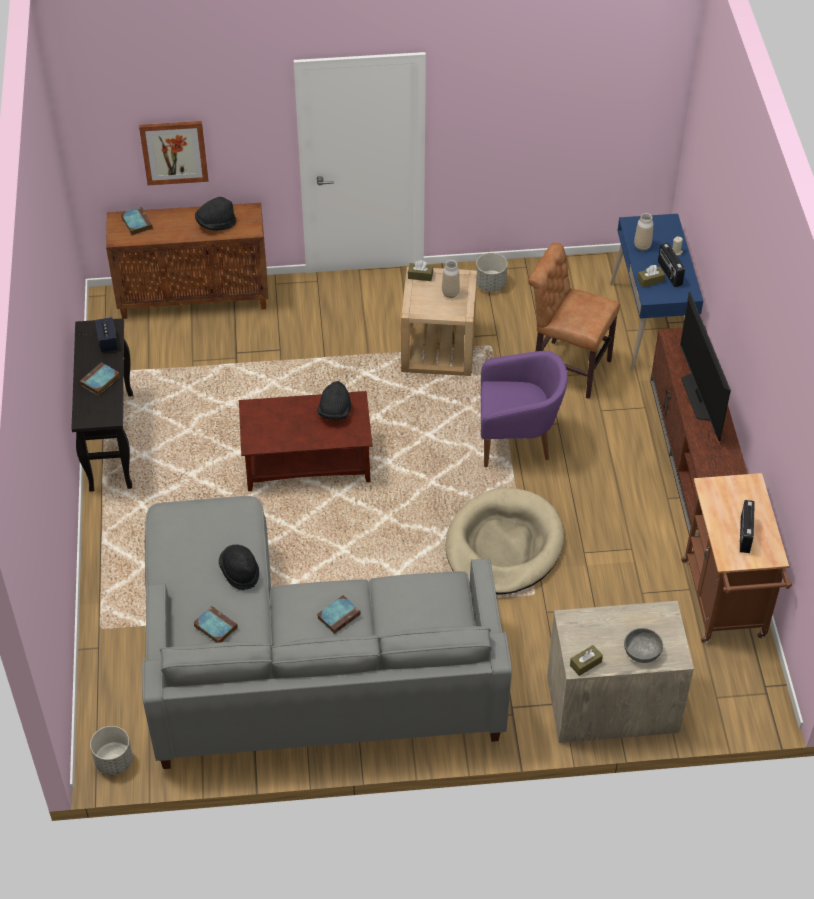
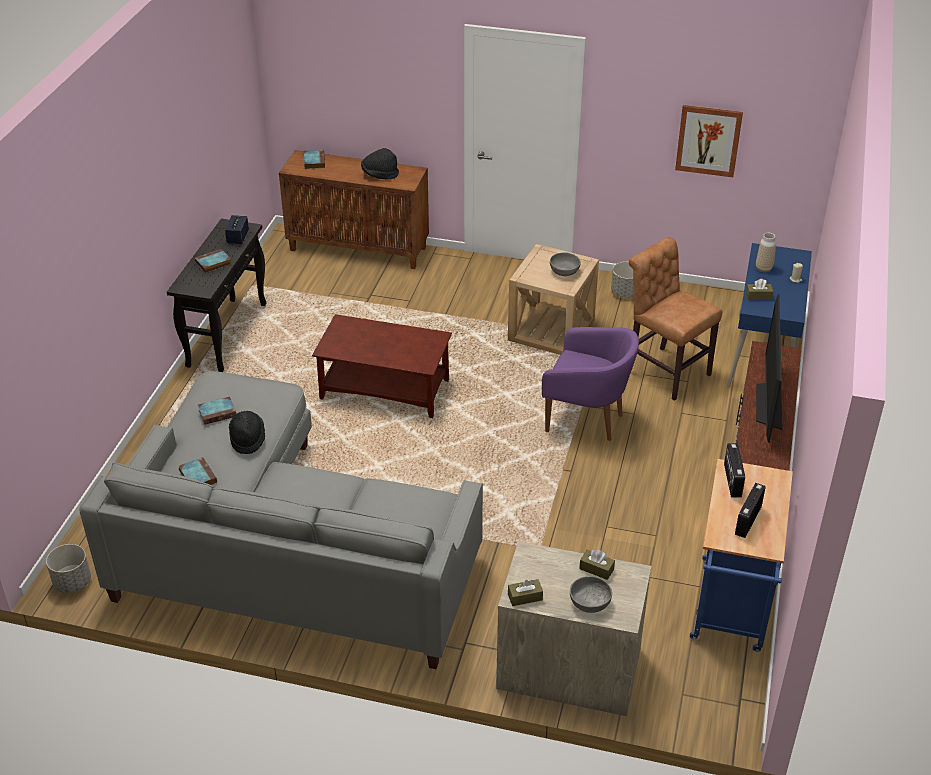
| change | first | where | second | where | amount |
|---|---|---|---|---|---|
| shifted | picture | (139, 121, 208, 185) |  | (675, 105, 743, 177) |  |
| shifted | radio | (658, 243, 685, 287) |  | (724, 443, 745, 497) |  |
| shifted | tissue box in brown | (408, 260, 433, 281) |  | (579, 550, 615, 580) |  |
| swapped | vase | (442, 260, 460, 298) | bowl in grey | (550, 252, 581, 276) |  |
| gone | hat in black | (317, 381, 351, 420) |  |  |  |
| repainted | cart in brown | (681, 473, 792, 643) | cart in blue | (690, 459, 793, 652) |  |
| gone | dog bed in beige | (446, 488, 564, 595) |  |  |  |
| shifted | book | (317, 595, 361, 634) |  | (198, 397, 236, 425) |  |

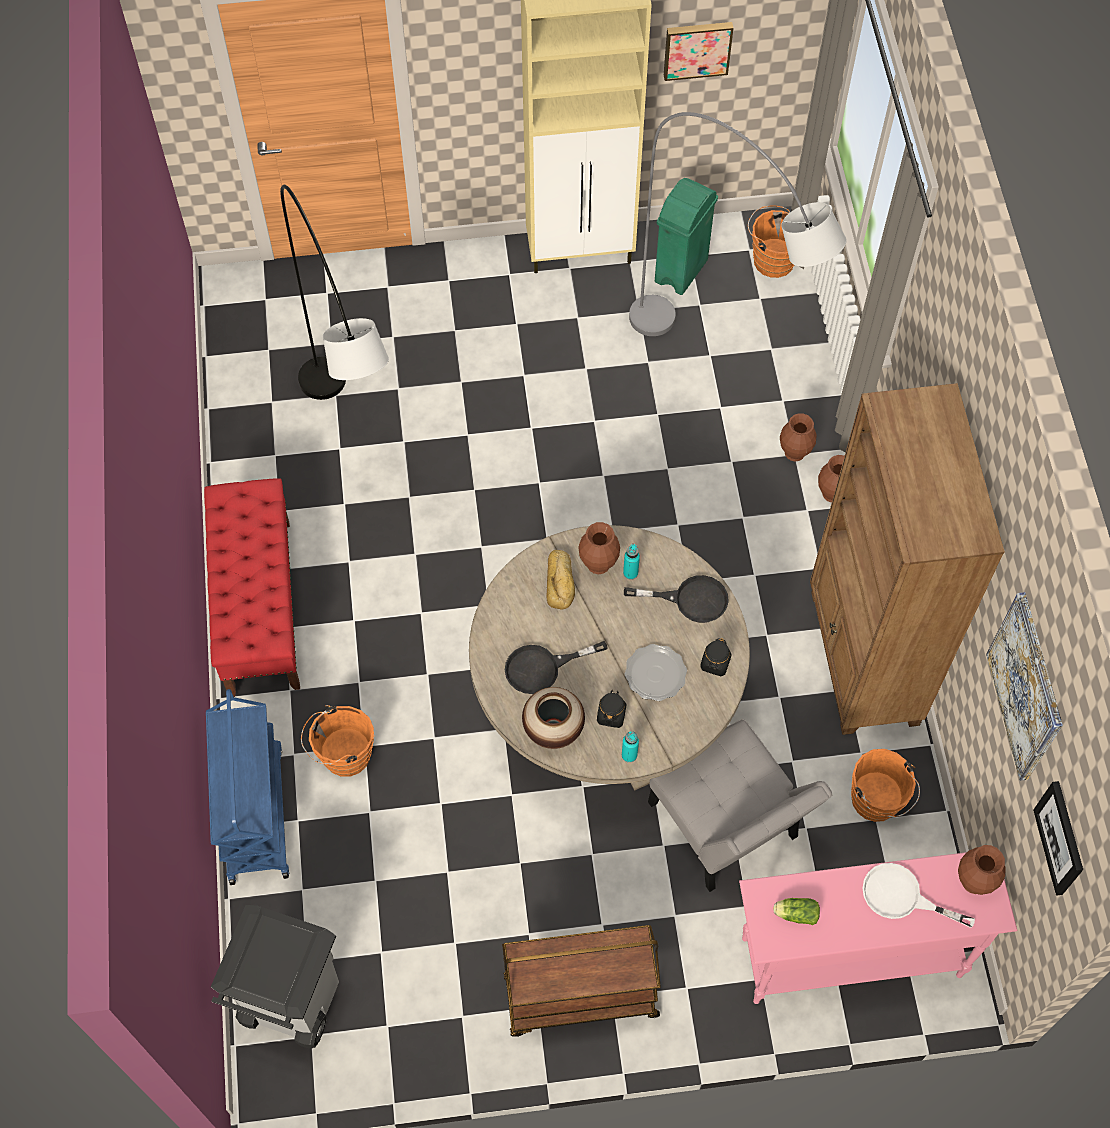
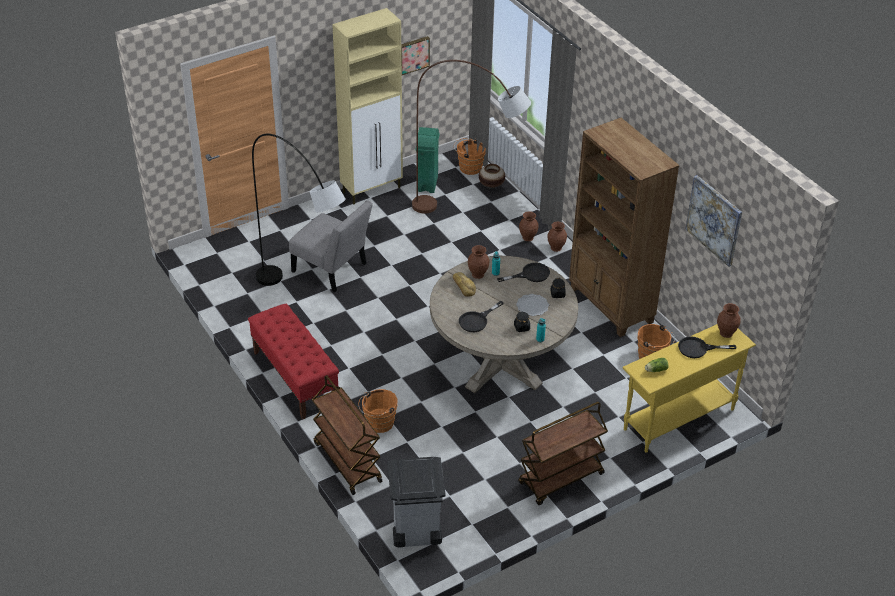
| change | first | where | second | where | amount |
|---|---|---|---|---|---|
| repainted | floor lamp in grey | (629, 112, 846, 336) | floor lamp in brown | (412, 60, 531, 213) |  |
| shifted | vase | (522, 687, 585, 749) |  | (479, 164, 505, 189) |  |
| repainted | cart in blue | (206, 689, 289, 885) | cart in brown | (312, 375, 382, 495) |  |
| shifted | chair in grey | (648, 719, 833, 892) |  | (289, 200, 373, 292) |  |
| gone | picture | (1033, 781, 1083, 896) |  |  |  |
| repainted | console table in pink | (739, 852, 1017, 1004) | console table in yellow | (622, 324, 756, 453) |  |
| repainted | frying pan in white | (862, 863, 975, 928) | frying pan in black | (678, 336, 736, 358) |  |

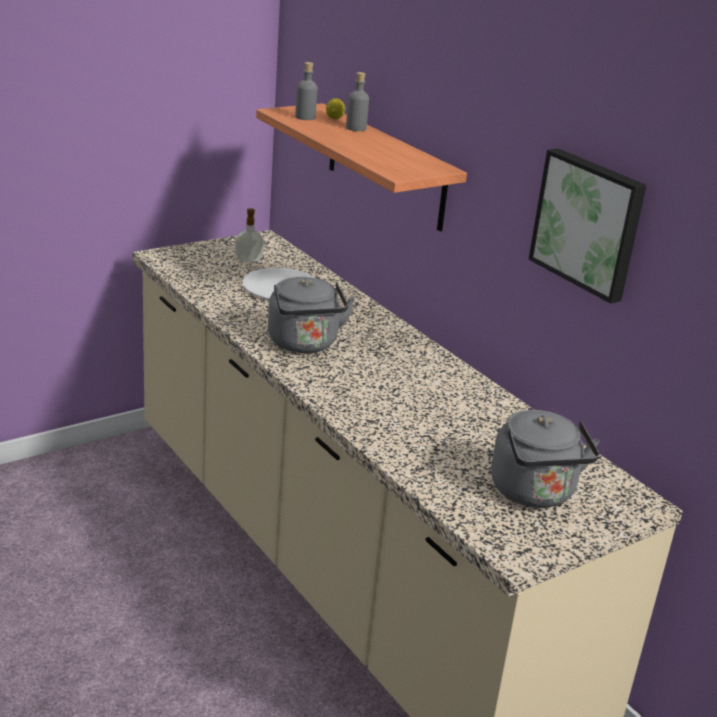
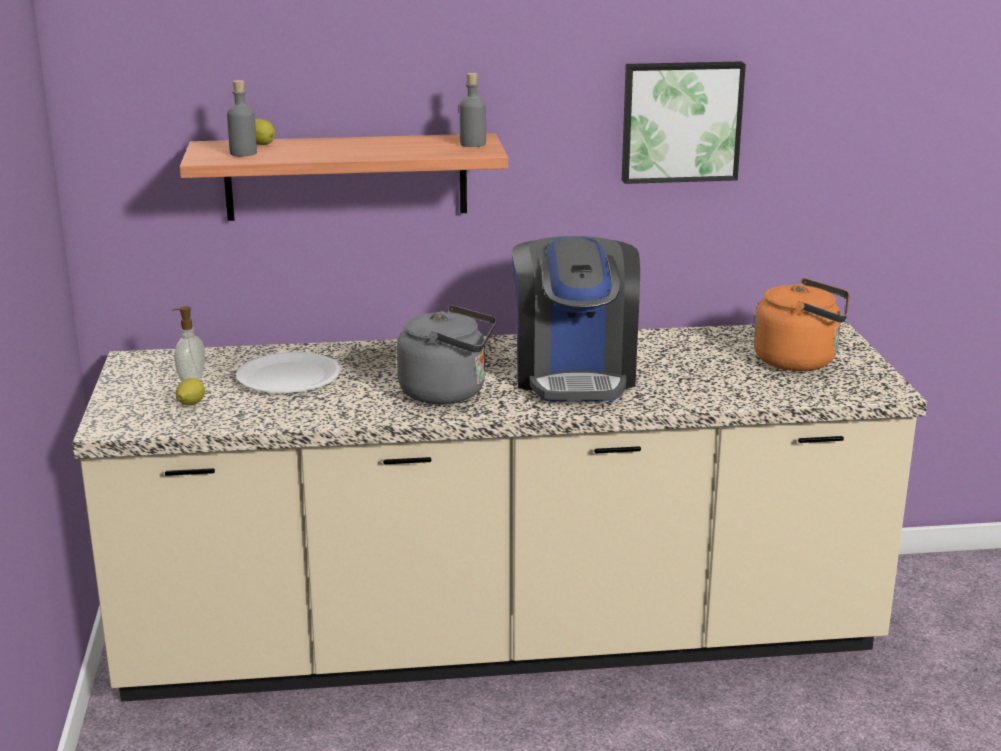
| change | first | where | second | where | amount |
|---|---|---|---|---|---|
| shifted | bottle in grey | (346, 72, 369, 131) |  | (459, 73, 486, 147) |  |
| repainted | kettle in grey | (491, 410, 600, 508) | kettle in orange | (754, 278, 850, 371) |  |
| new |  |  | coffee machine | (512, 236, 640, 402) |  |
| new |  |  | lemon | (176, 378, 205, 405) |  |

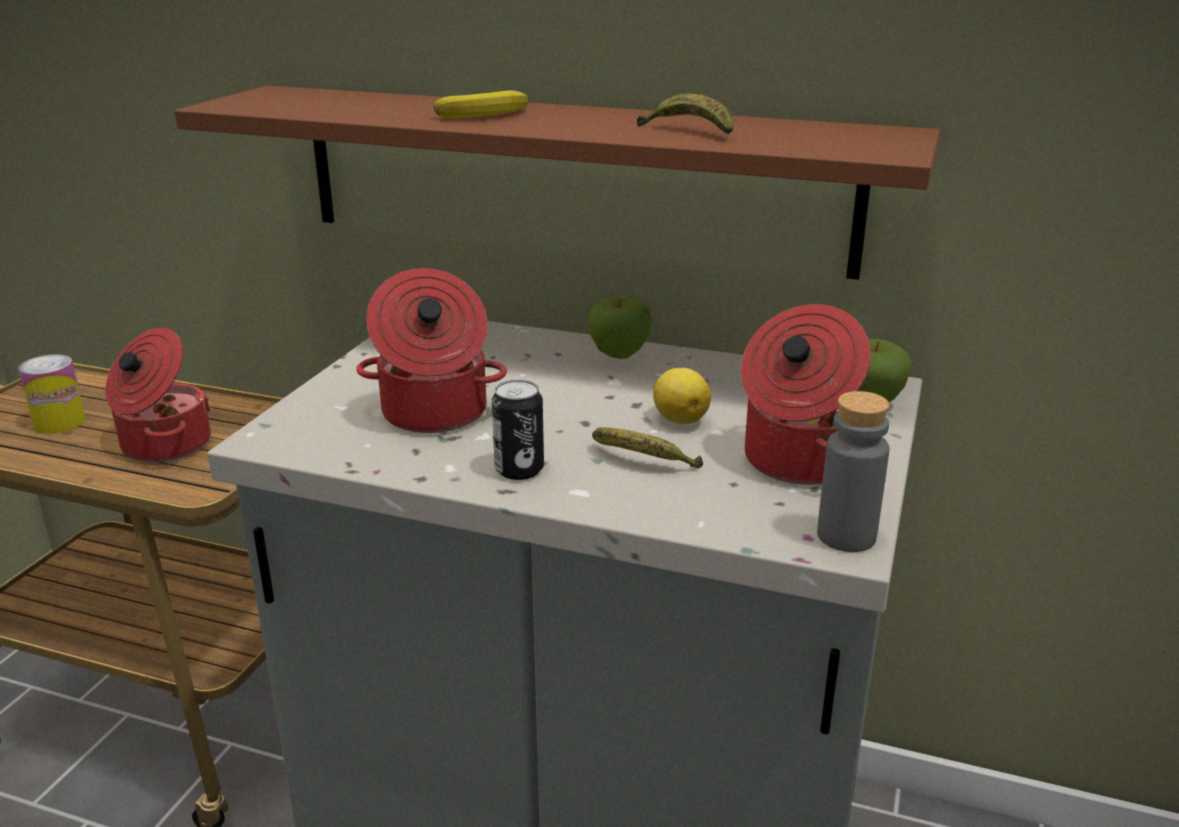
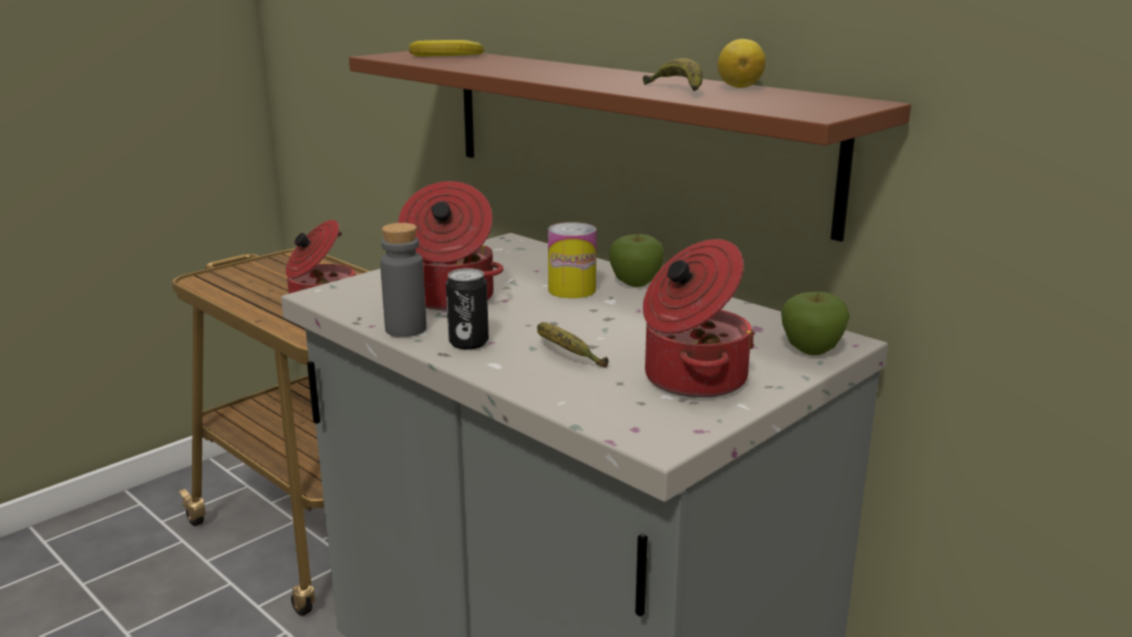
| change | first | where | second | where | amount |
|---|---|---|---|---|---|
| shifted | banana | (434, 90, 528, 118) |  | (409, 40, 484, 57) |  |
| shifted | can | (18, 354, 86, 434) |  | (548, 222, 597, 298) |  |
| shifted | lemon | (653, 368, 711, 424) |  | (718, 39, 766, 88) |  |
| shifted | bottle in grey | (817, 391, 890, 552) |  | (380, 223, 426, 337) |  |

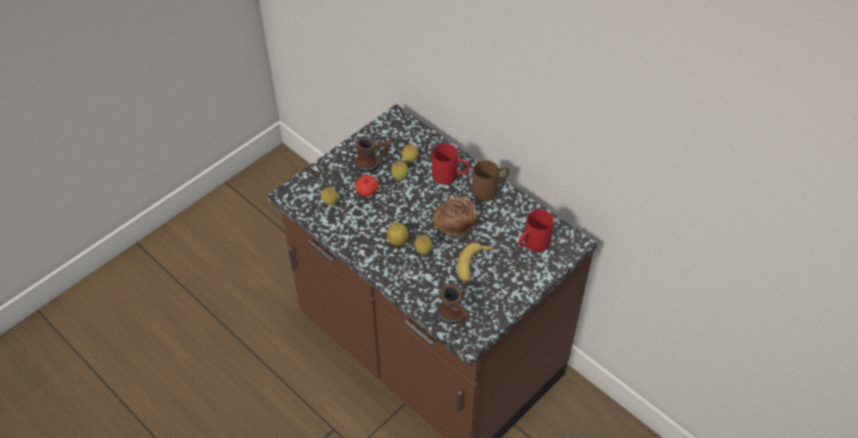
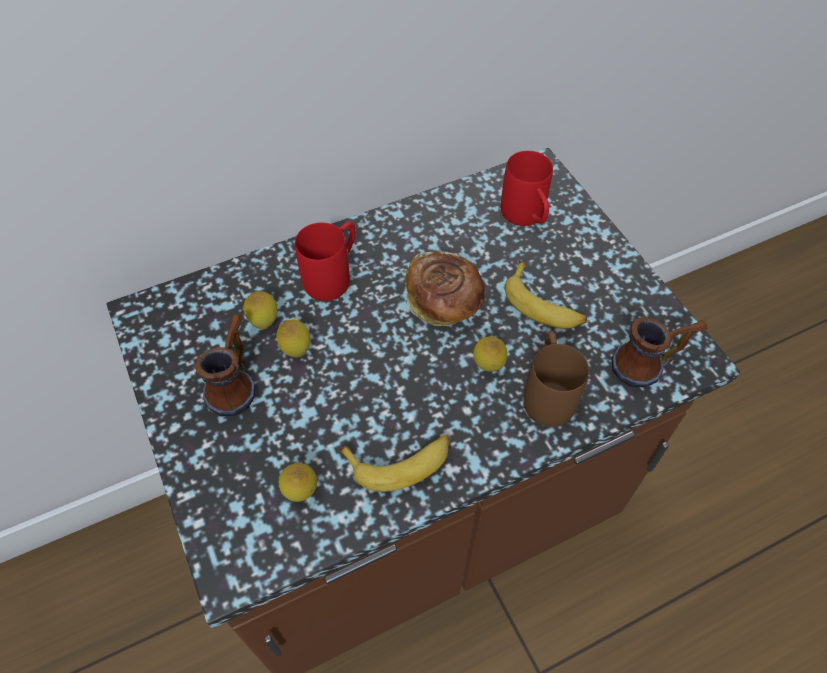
| change | first | where | second | where | amount |
|---|---|---|---|---|---|
| shifted | mug in brown | (472, 160, 509, 202) |  | (523, 331, 589, 427) |  |
| gone | apple | (356, 175, 378, 197) |  |  |  |
| gone | lemon | (387, 222, 408, 246) |  |  |  |
| new |  |  | banana | (339, 435, 450, 492) |  |

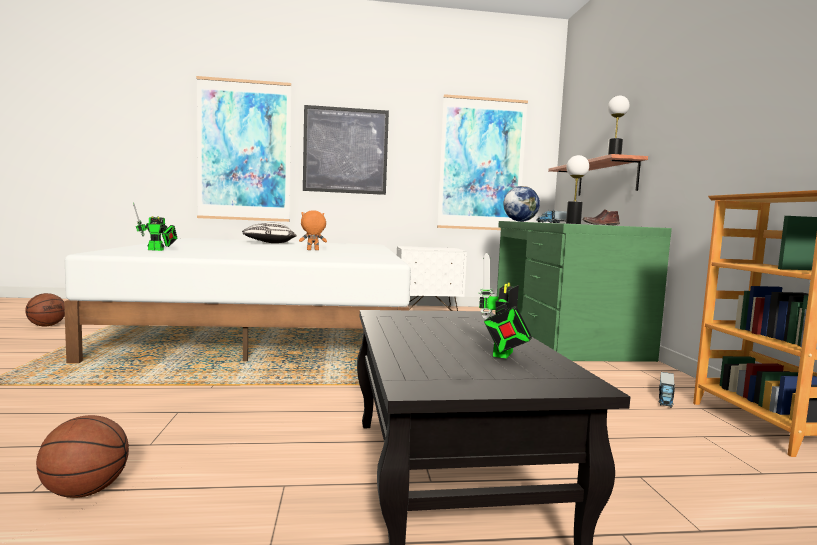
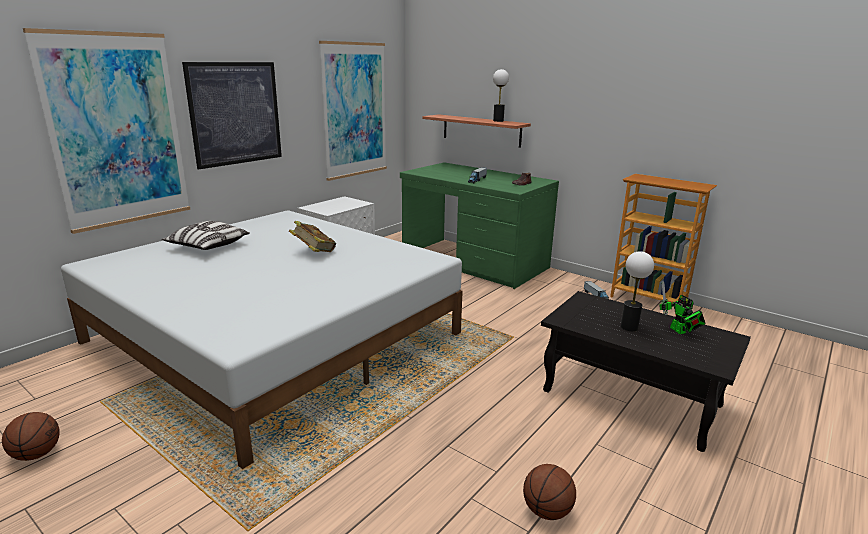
| change | first | where | second | where | amount |
|---|---|---|---|---|---|
| shifted | table lamp | (566, 155, 589, 224) |  | (621, 251, 654, 331) |  |
| gone | globe | (503, 186, 540, 222) |  |  |  |
| gone | toy robot | (133, 202, 177, 251) |  |  |  |
| swapped | plush toy in orange | (299, 210, 327, 250) | book | (289, 221, 336, 252) |  |

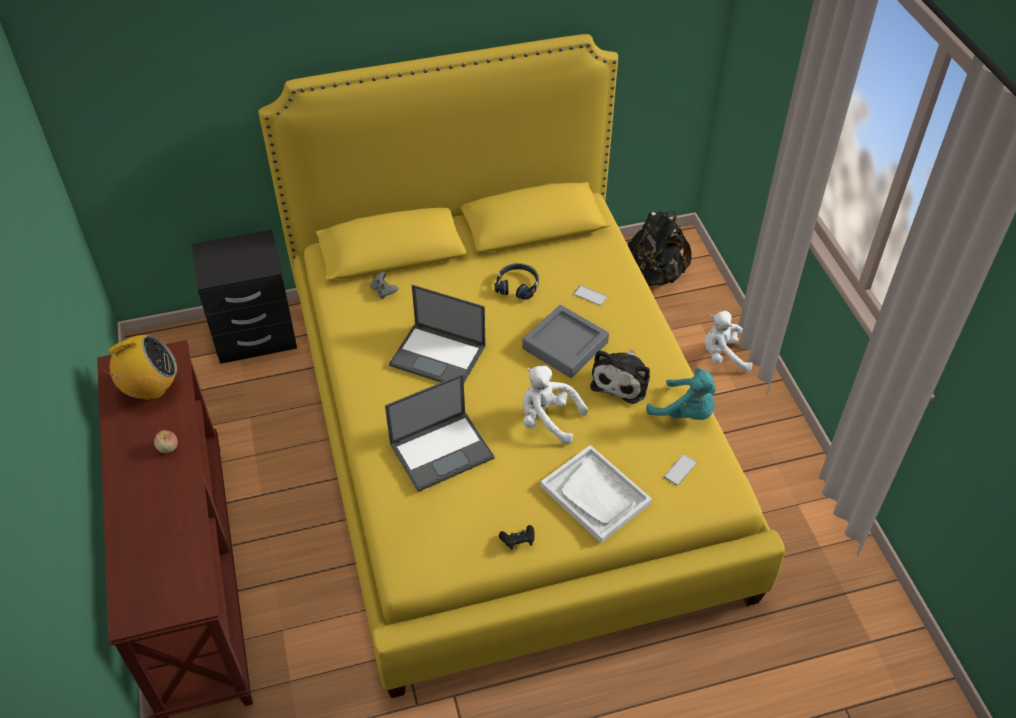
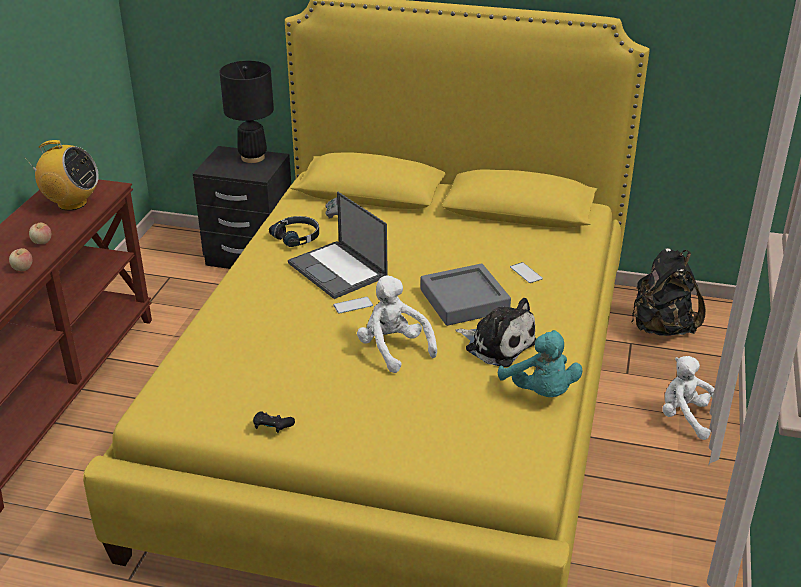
| change | first | where | second | where | amount |
|---|---|---|---|---|---|
| shifted | headphones in black | (494, 263, 539, 300) |  | (269, 216, 319, 247) |  |
| rotated | plush toy | (590, 350, 650, 404) |  | (455, 298, 536, 368) | 105 degrees counterclockwise |
| gone | laptop | (385, 374, 495, 492) |  |  |  |
| gone | tray in white | (540, 445, 652, 543) |  |  |  |
| shifted | phone | (664, 454, 697, 486) |  | (333, 297, 373, 313) |  |
| new |  |  | table lamp in black | (220, 61, 274, 163) |  |
| new |  |  | apple | (9, 248, 32, 271) |  |

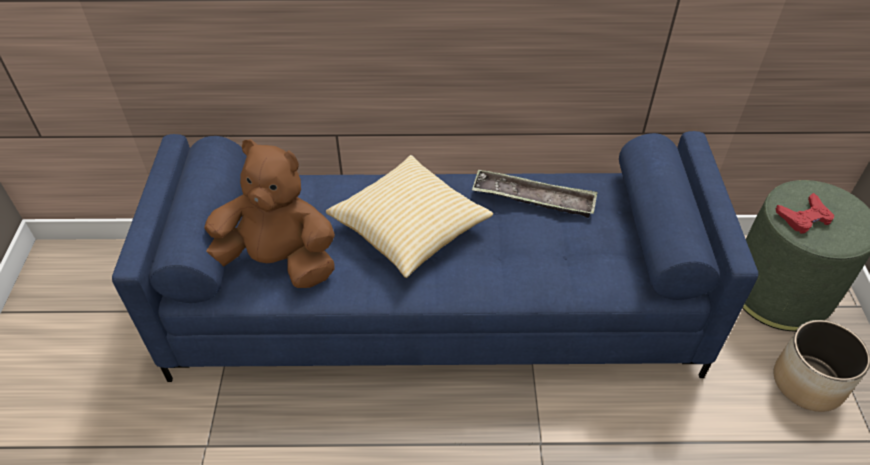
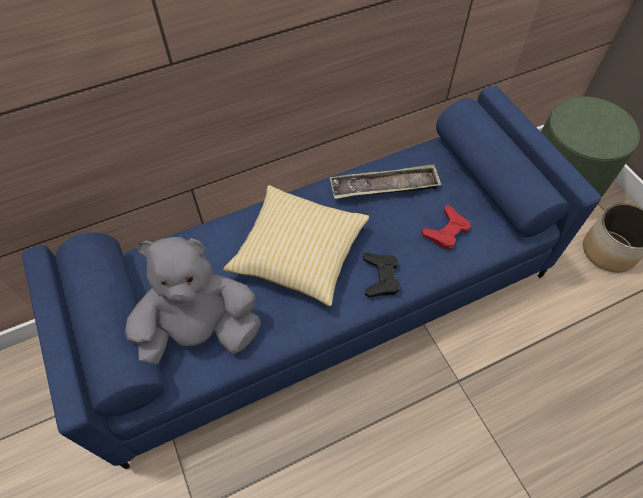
| change | first | where | second | where | amount |
|---|---|---|---|---|---|
| repainted | plush toy in brown | (204, 139, 335, 288) | plush toy in grey | (125, 237, 261, 365) |  |
| shifted | game controller in red | (776, 193, 834, 233) |  | (421, 205, 471, 250) |  |
| new |  |  | game controller in black | (363, 253, 401, 297) |  |

